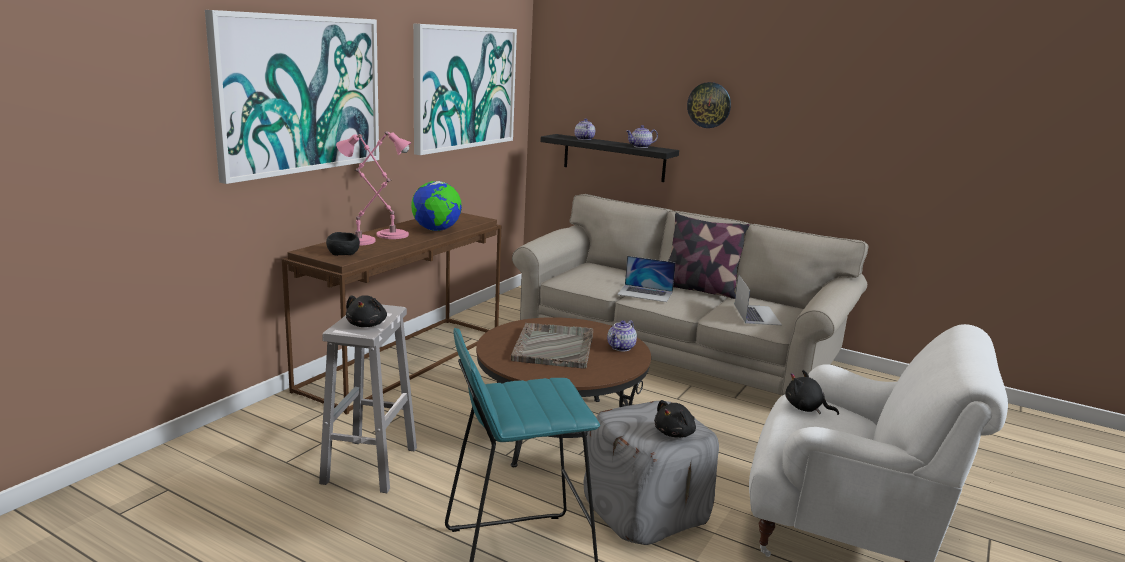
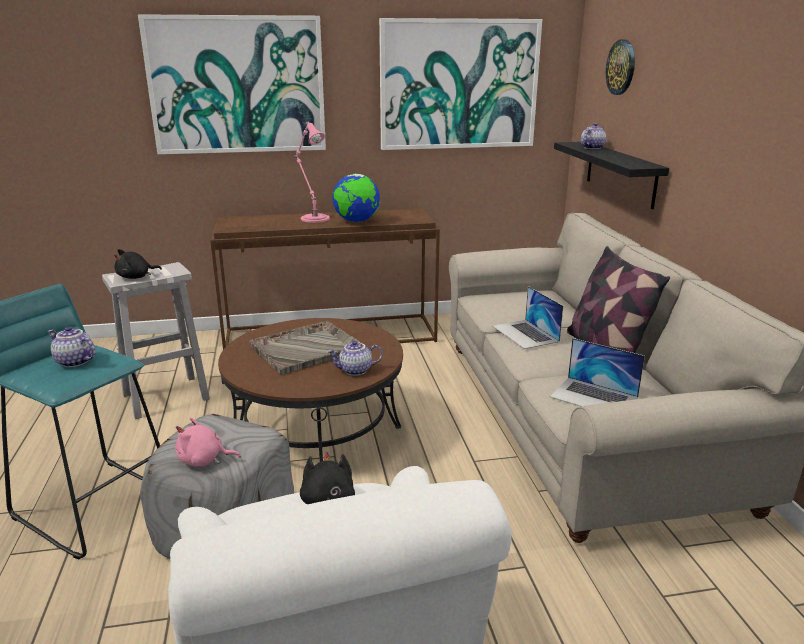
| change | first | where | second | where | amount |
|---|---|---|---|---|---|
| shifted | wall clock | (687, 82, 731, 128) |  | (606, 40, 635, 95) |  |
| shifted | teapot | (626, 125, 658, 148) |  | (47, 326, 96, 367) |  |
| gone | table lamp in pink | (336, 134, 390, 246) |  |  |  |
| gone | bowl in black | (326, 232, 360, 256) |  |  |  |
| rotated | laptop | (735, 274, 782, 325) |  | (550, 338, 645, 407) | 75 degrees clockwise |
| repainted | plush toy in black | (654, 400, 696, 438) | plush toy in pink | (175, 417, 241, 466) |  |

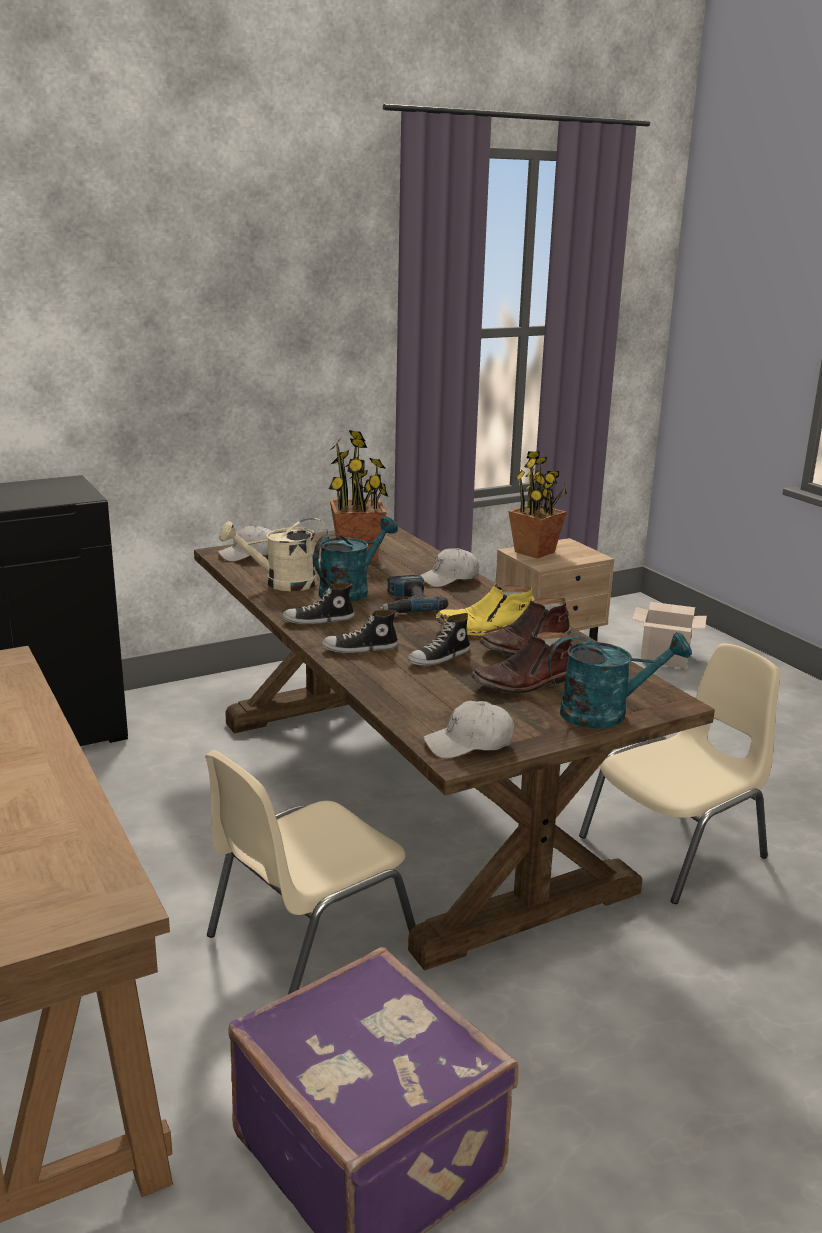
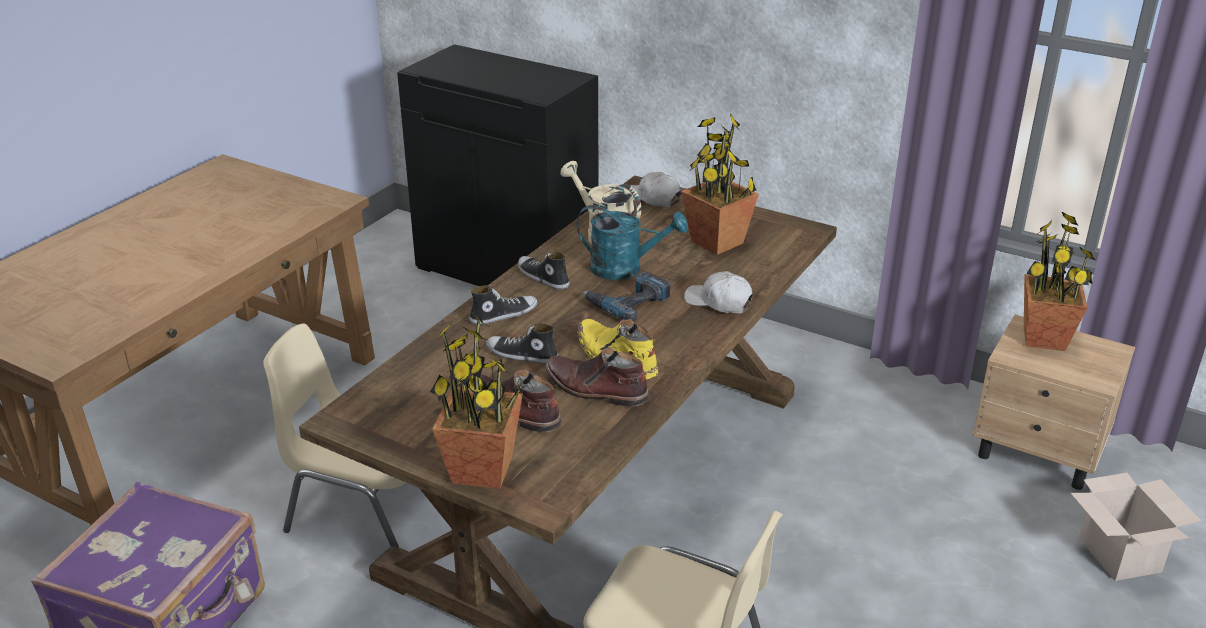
| change | first | where | second | where | amount |
|---|---|---|---|---|---|
| rotated | shoe | (322, 610, 398, 653) |  | (469, 285, 537, 325) | 105 degrees clockwise |
| swapped | watering can in turquoise | (548, 632, 692, 729) | potted plant | (430, 315, 526, 489) |  |
| gone | cap in white | (423, 701, 514, 758) |  |  |  |

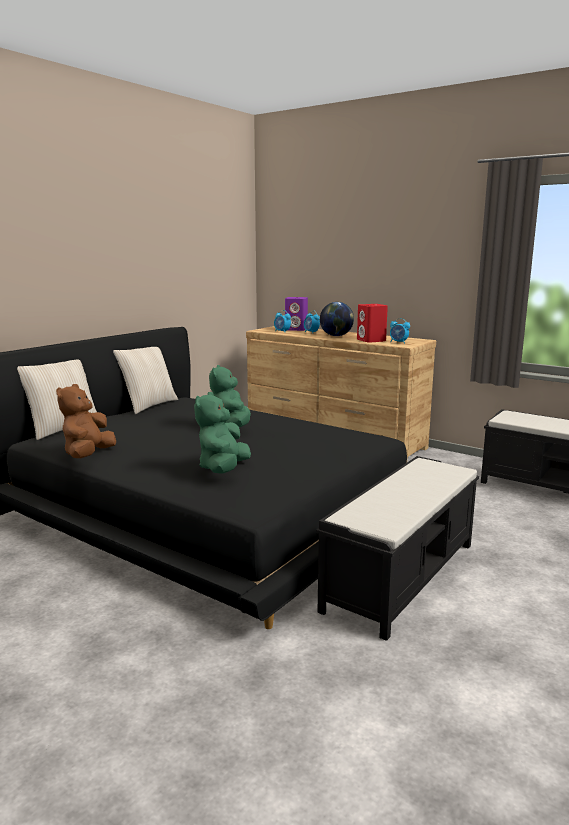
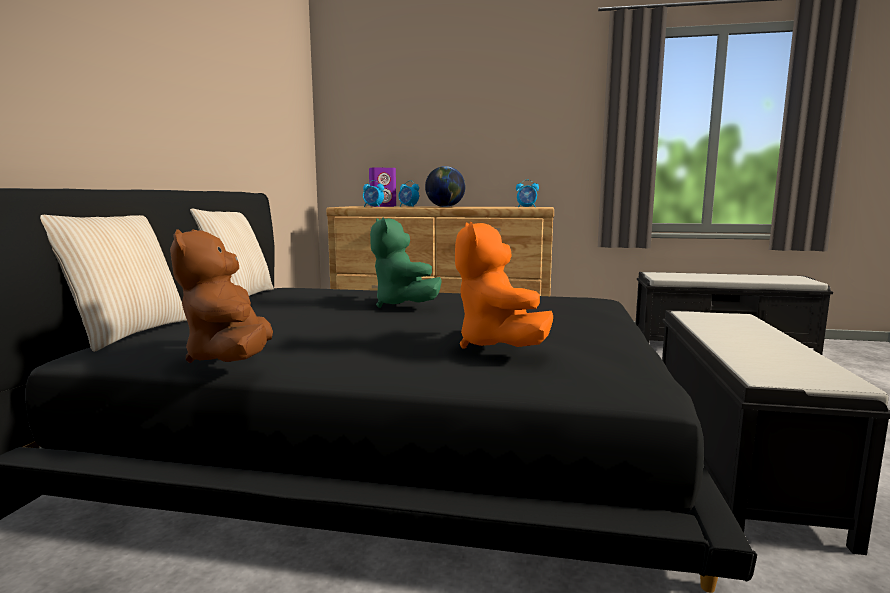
| change | first | where | second | where | amount |
|---|---|---|---|---|---|
| gone | speaker in red | (357, 304, 388, 343) |  |  |  |
| repainted | plush toy in green | (194, 392, 251, 474) | plush toy in orange | (455, 222, 553, 349) |  |

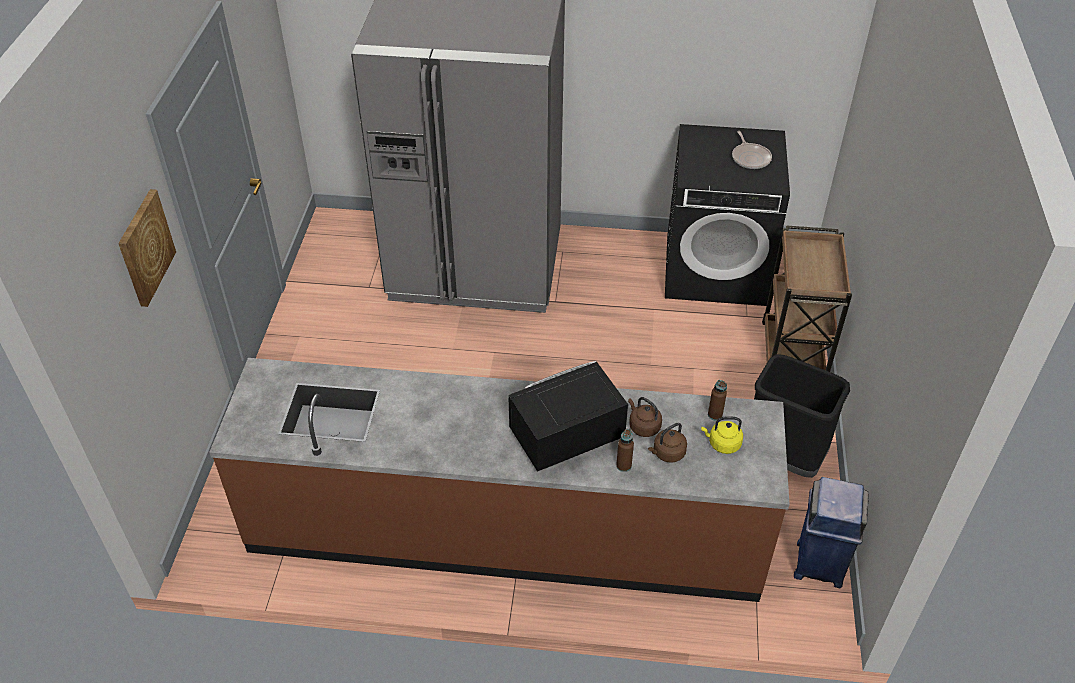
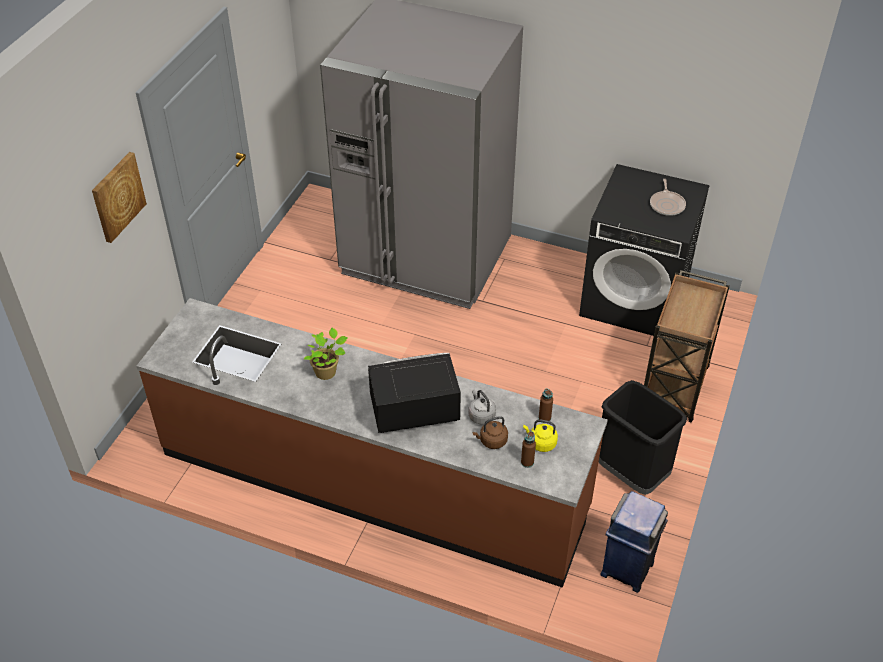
| change | first | where | second | where | amount |
|---|---|---|---|---|---|
| repainted | kettle in brown | (628, 397, 662, 437) | kettle in grey | (468, 390, 496, 425) |  |
| shifted | bottle in brown | (616, 429, 634, 472) |  | (521, 431, 536, 468) |  |
| new |  |  | potted plant | (304, 328, 348, 380) |  |

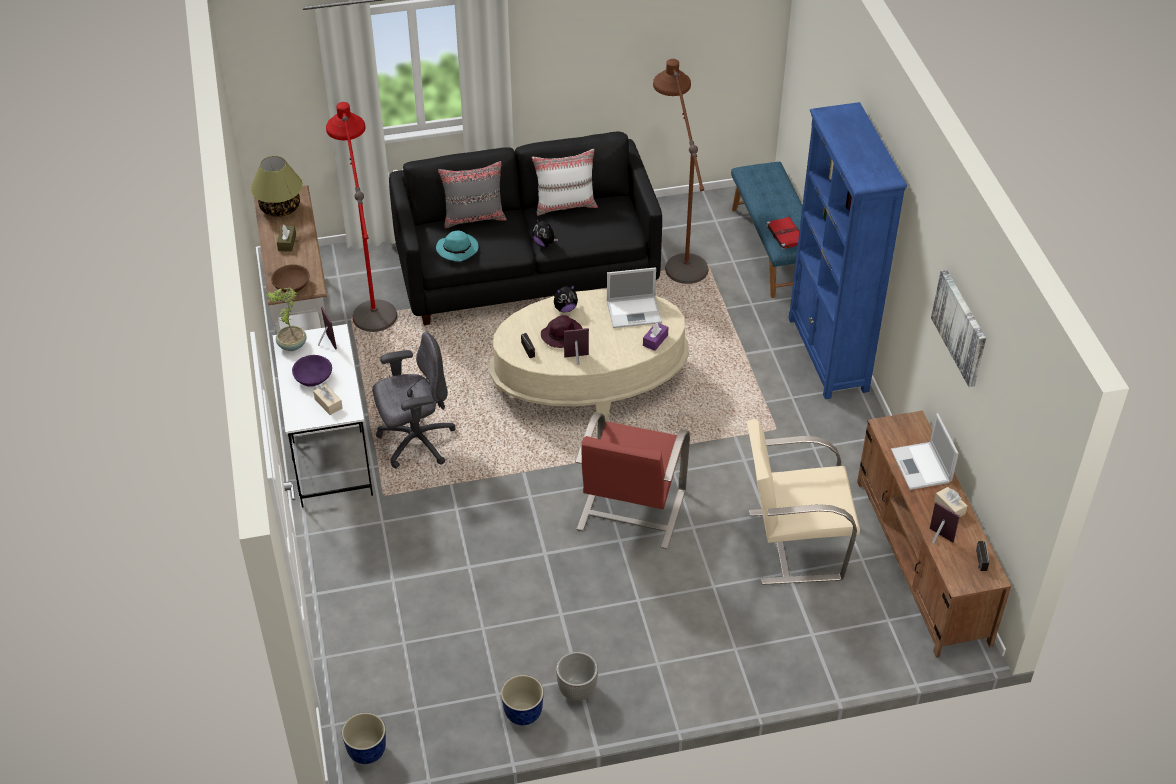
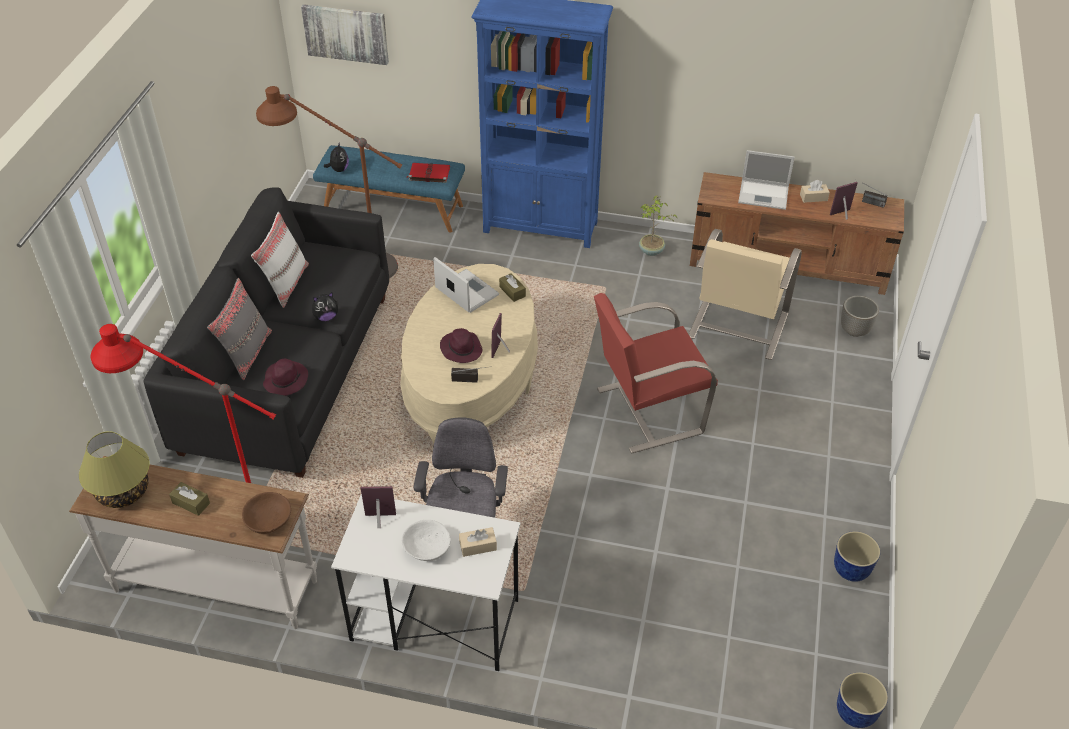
| change | first | where | second | where | amount |
|---|---|---|---|---|---|
| repainted | hat in turquoise | (436, 230, 478, 261) | hat in purple | (263, 359, 308, 396) |  |
| rotated | laptop | (607, 267, 662, 328) |  | (433, 257, 499, 313) | 60 degrees counterclockwise |
| shifted | picture | (931, 269, 986, 387) |  | (301, 4, 389, 65) |  |
| shifted | plush toy | (554, 285, 578, 312) |  | (324, 142, 349, 172) |  |
| shifted | potted plant | (266, 288, 307, 351) |  | (639, 195, 677, 256) |  |
| repainted | tissue box in purple | (643, 322, 668, 351) | tissue box in brown | (499, 273, 526, 302) |  |
| repainted | bowl in purple | (292, 355, 332, 387) | bowl in white | (402, 520, 451, 561) |  |
| rotated | armchair in red | (575, 412, 690, 549) |  | (594, 293, 718, 453) | 120 degrees clockwise |
| shifted | planter | (556, 652, 598, 701) |  | (841, 296, 879, 337) |  |

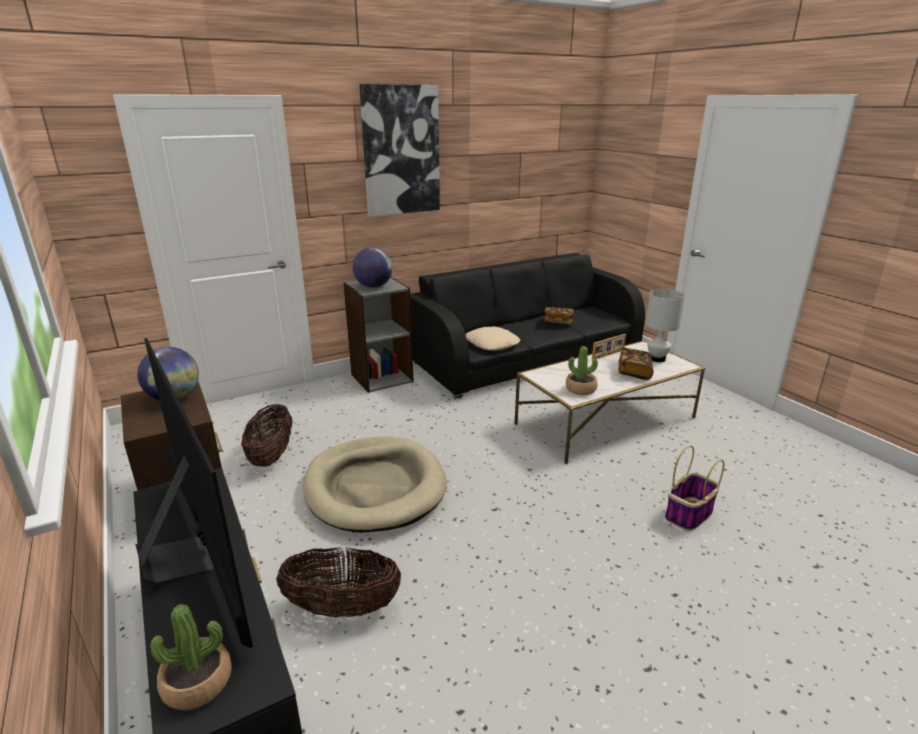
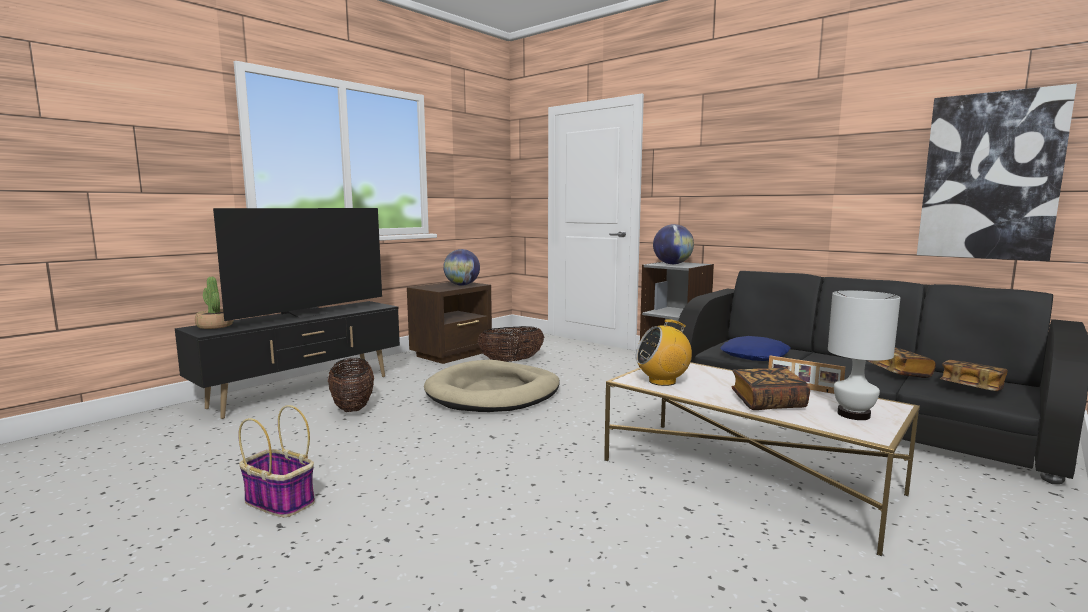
| change | first | where | second | where | amount |
|---|---|---|---|---|---|
| shifted | picture | (359, 84, 440, 216) |  | (917, 84, 1077, 261) |  |
| repainted | pillow in beige | (466, 327, 520, 351) | pillow in blue | (720, 336, 791, 361) |  |
| swapped | potted plant | (566, 346, 598, 395) | radio | (636, 319, 692, 386) |  |
| shifted | basket | (665, 445, 724, 531) |  | (238, 405, 315, 517) |  |
| new |  |  | book | (940, 360, 1008, 391) |  |

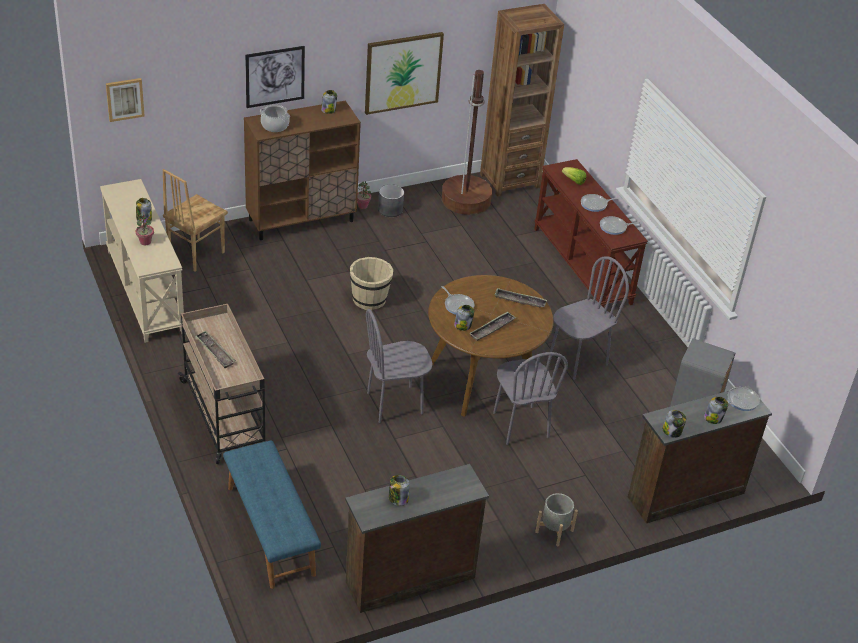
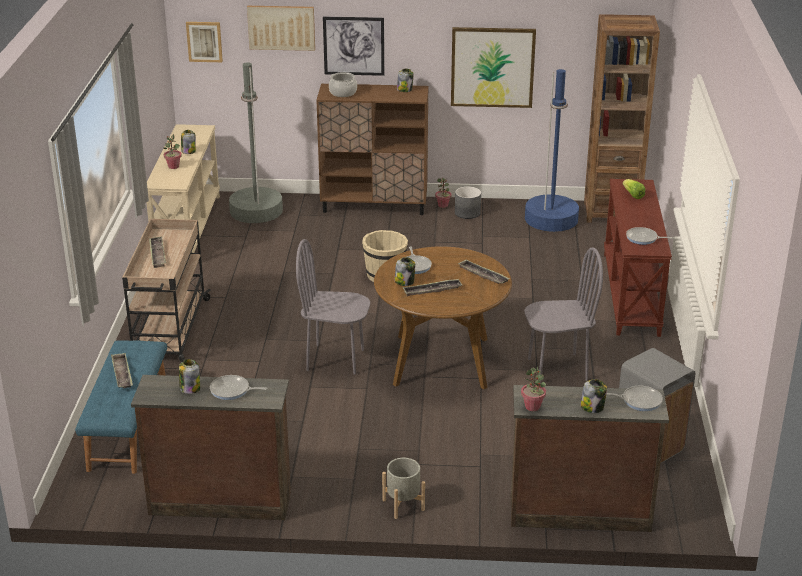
| change | first | where | second | where | amount |
|---|---|---|---|---|---|
| repainted | floor lamp in brown | (442, 70, 492, 215) | floor lamp in blue | (525, 69, 579, 232) |  |
| swapped | chair in brown | (163, 169, 228, 272) | floor lamp in grey | (229, 62, 283, 223) |  |
| shifted | frying pan | (581, 194, 620, 212) |  | (210, 375, 267, 400) |  |
| gone | chair in grey | (493, 352, 568, 445) |  |  |  |
| swapped | jar | (663, 410, 686, 438) | potted plant | (521, 367, 546, 411) |  |
| new |  |  | picture | (247, 6, 315, 51) |  |
| new |  |  | tray | (111, 353, 133, 388) |  |

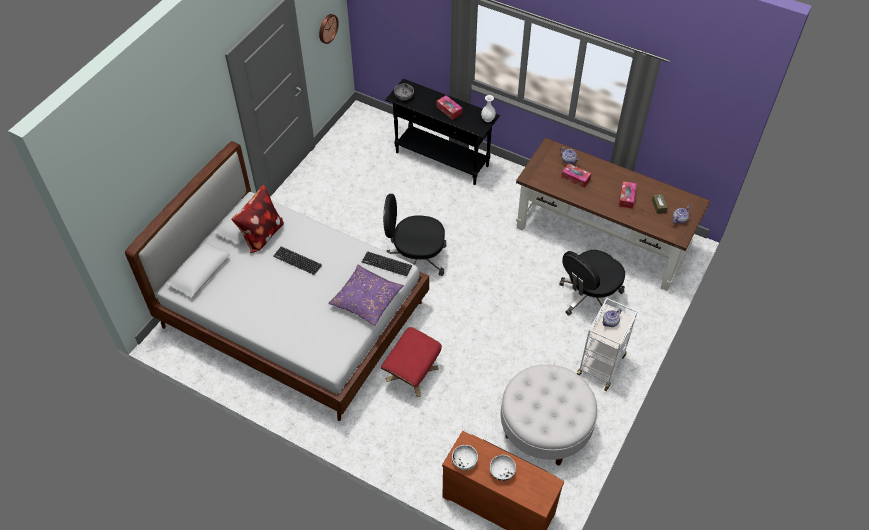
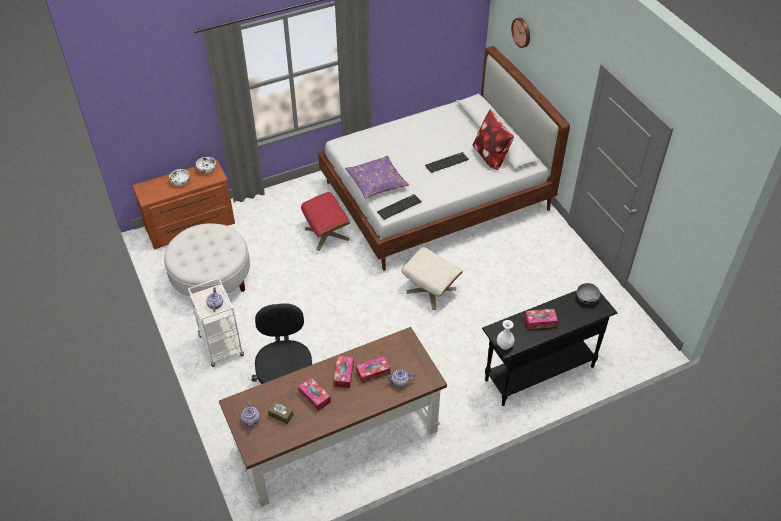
| change | first | where | second | where | amount |
|---|---|---|---|---|---|
| shifted | wall clock | (319, 14, 339, 44) |  | (511, 18, 530, 48) |  |
| swapped | office chair in black | (383, 194, 447, 276) | ottoman in beige | (402, 247, 463, 310) |  |
| new |  |  | tissue box | (334, 356, 354, 388) |  |

